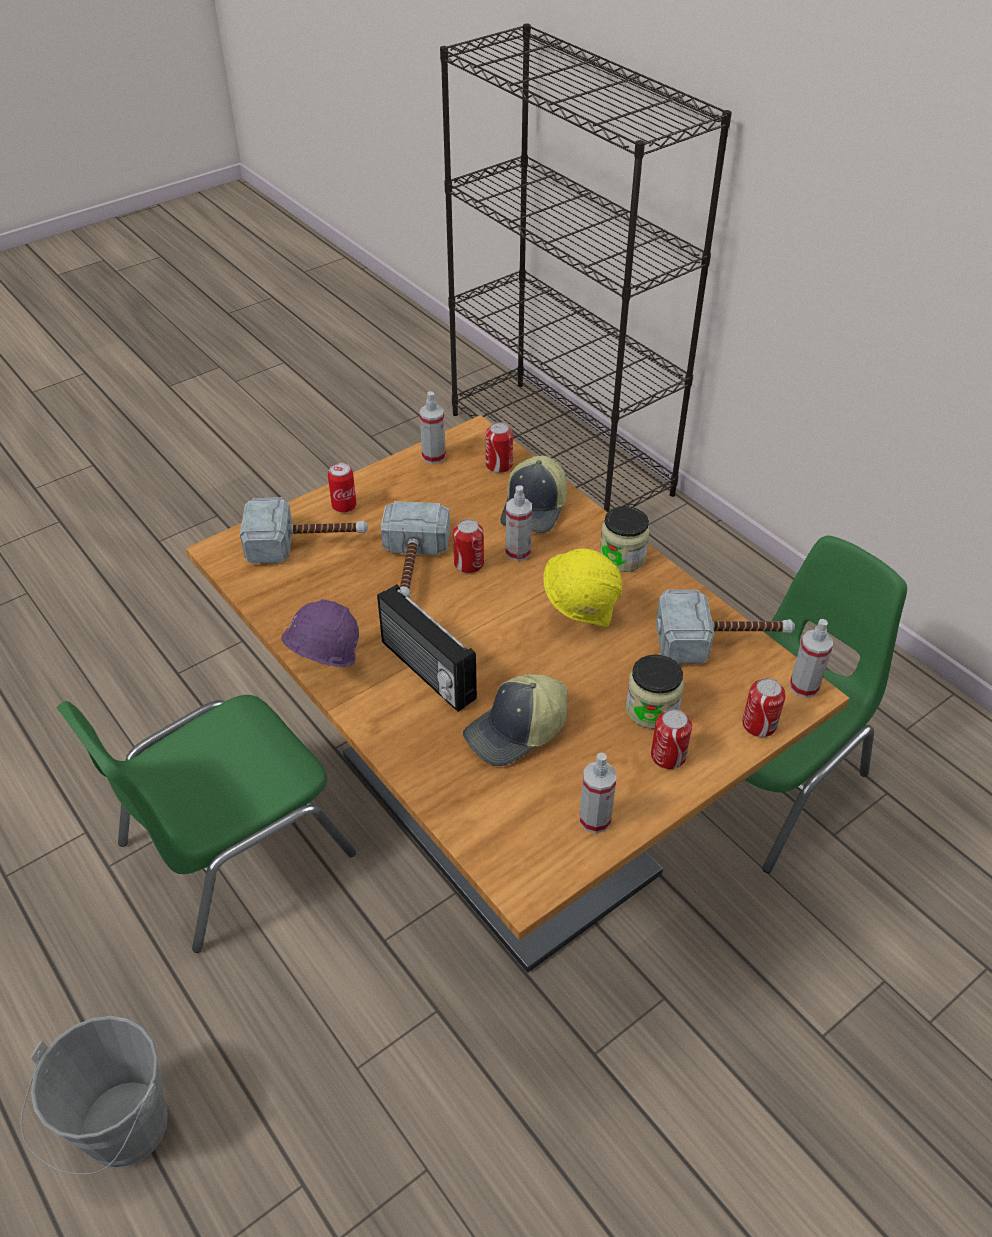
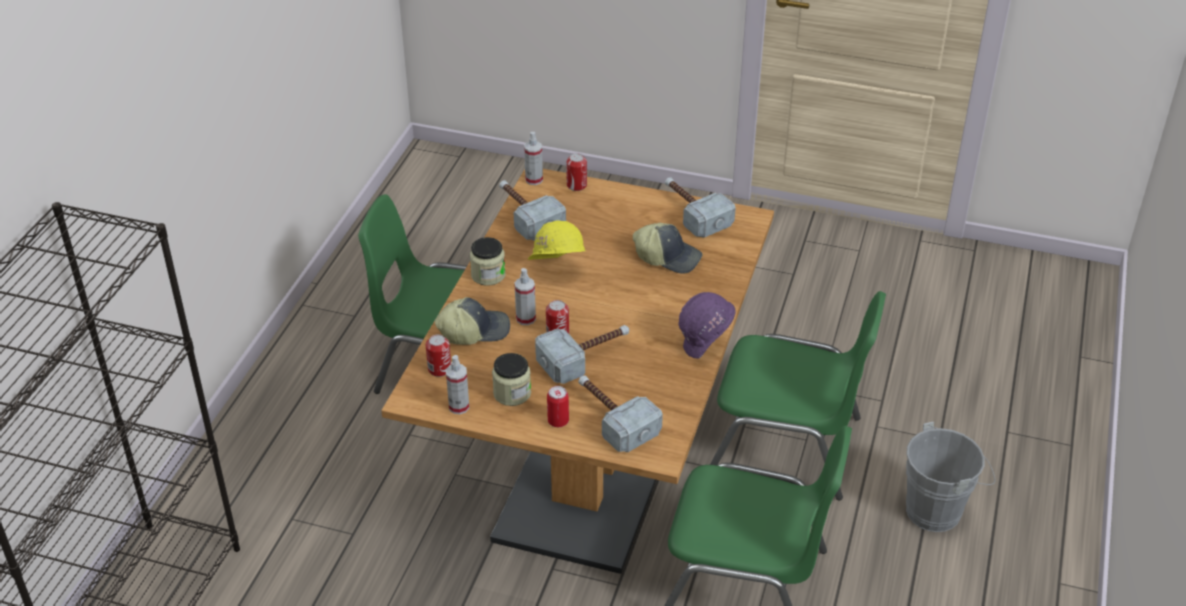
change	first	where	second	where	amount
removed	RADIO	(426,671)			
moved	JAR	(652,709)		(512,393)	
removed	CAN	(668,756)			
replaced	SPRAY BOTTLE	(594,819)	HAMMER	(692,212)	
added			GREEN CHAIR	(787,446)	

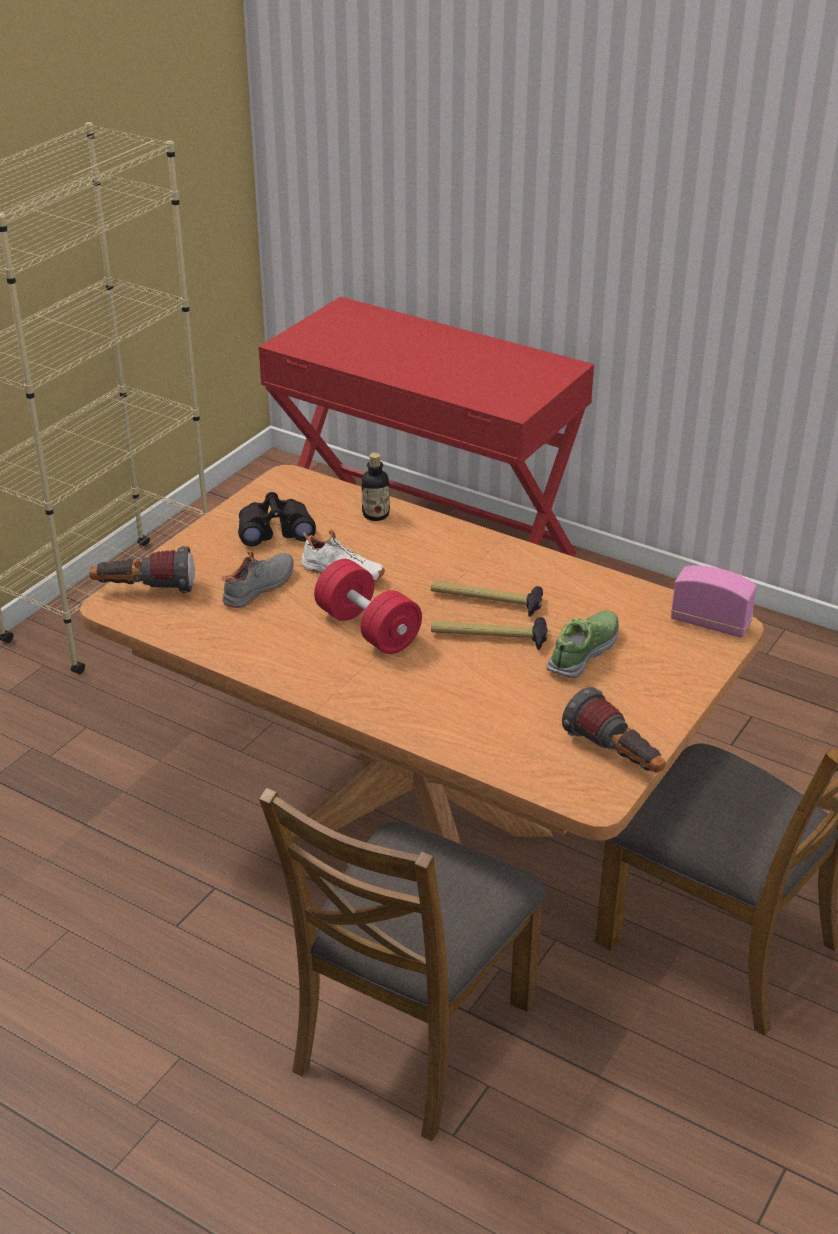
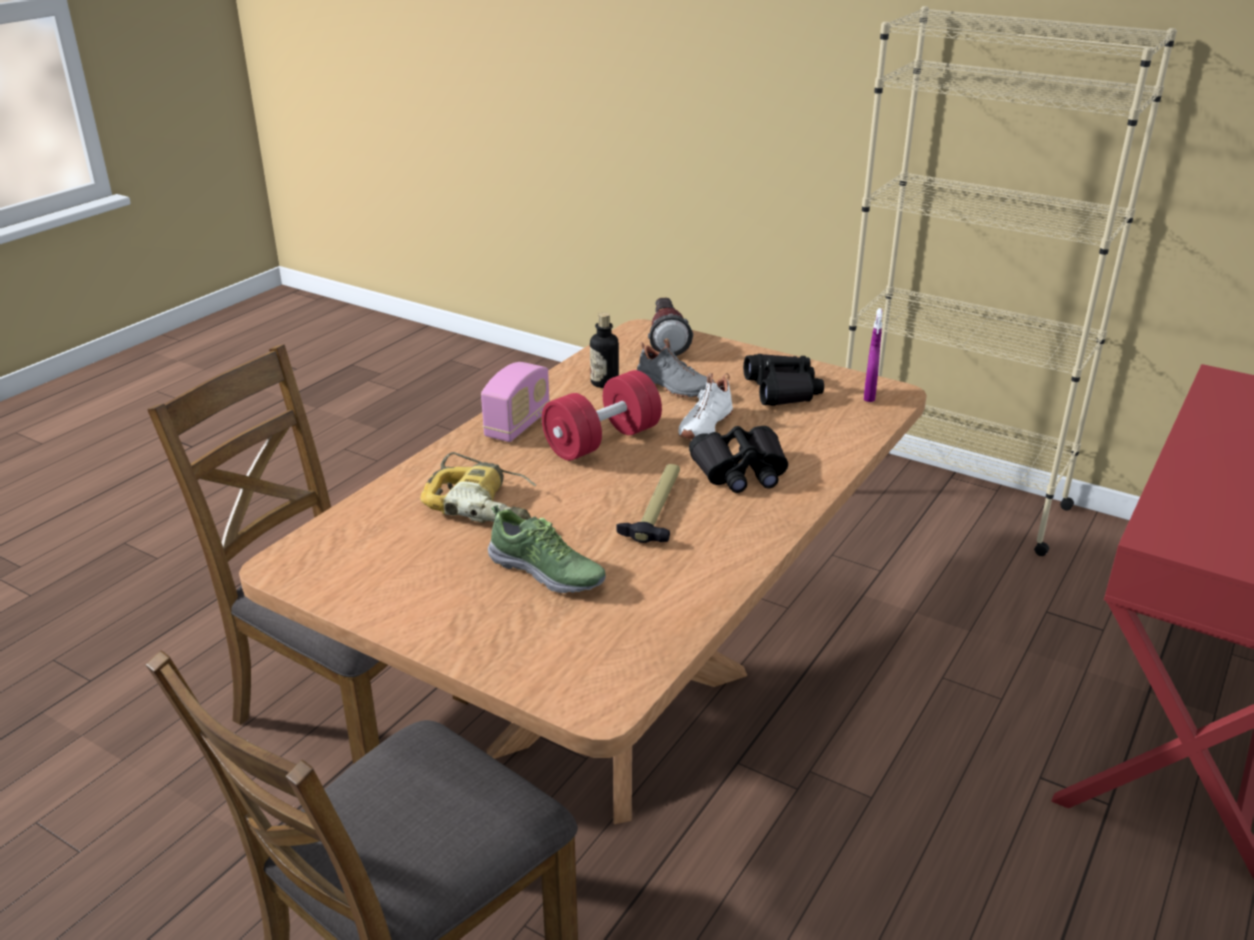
change	first	where	second	where	amount
moved	BOTTLE	(376,515)		(604,382)	
moved	RADIO	(710,623)		(517,425)	
removed	HAMMER	(489,637)			
removed	FLASHLIGHT	(616,757)			
added			PURPLE SPRAY BOTTLE	(869,396)	
added			BLACK BINOCULARS	(740,471)	
added			POWER DRILL	(484,503)	

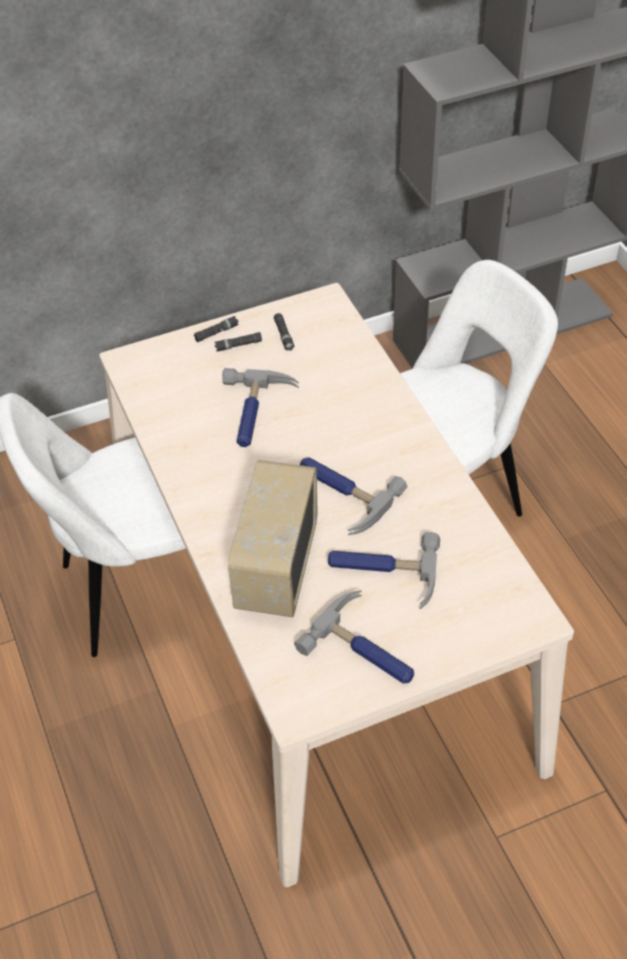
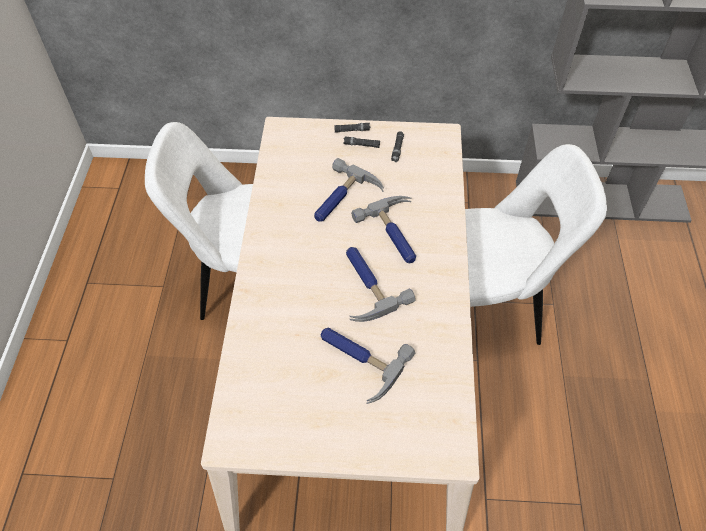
change	first	where	second	where	amount
removed	RADIO	(275,567)			
moved	HAMMER	(366,649)		(396,234)	

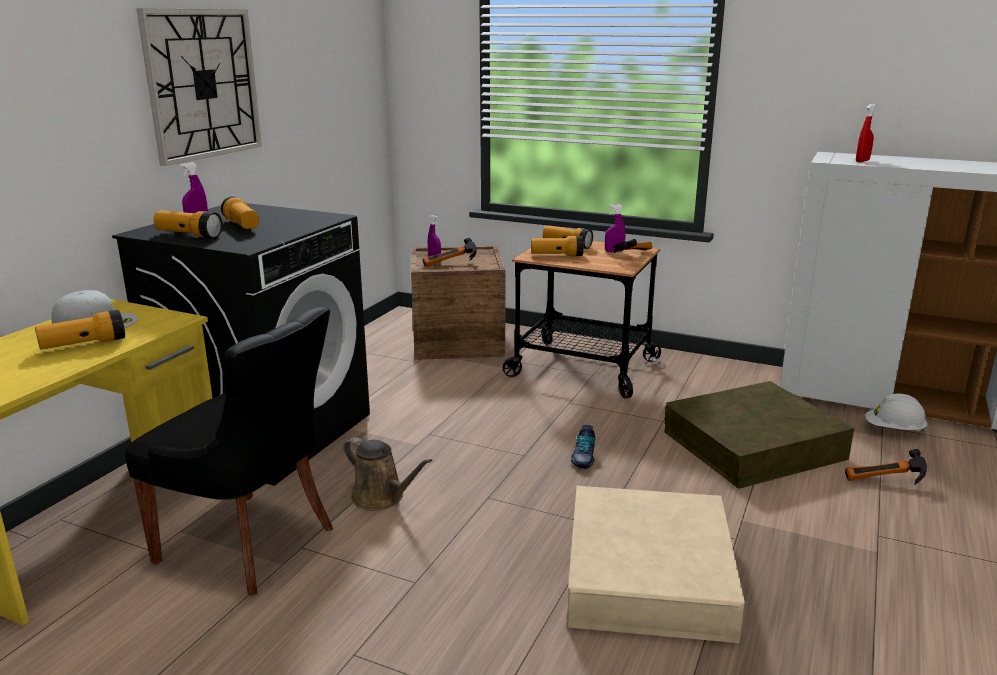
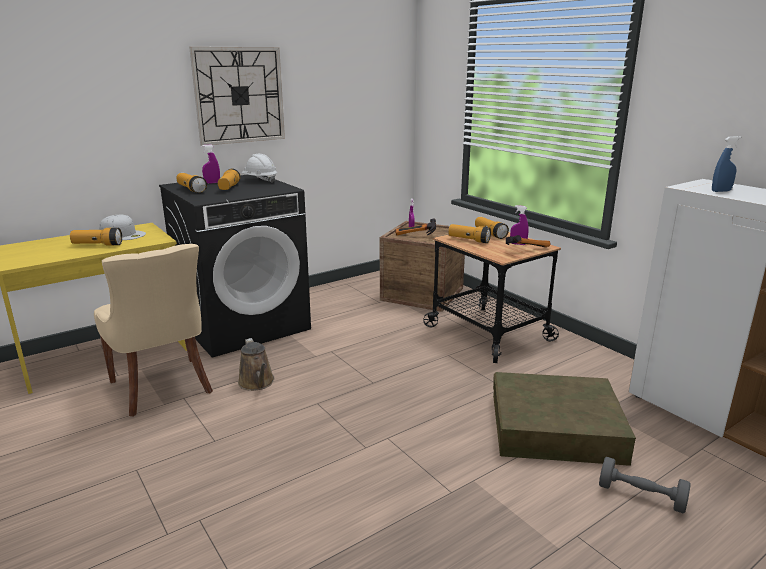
change	first	where	second	where	amount
recoloured	RED SPRAY BOTTLE	(862,161)	BLUE SPRAY BOTTLE	(721,191)	
recoloured	BLACK CHAIR	(251,544)	BEIGE CHAIR	(163,387)	
moved	WHITE HARD HAT	(894,430)		(260,180)	
removed	SHOE	(583,456)			
replaced	HAMMER	(885,483)	GREY DUMBBELL	(641,496)	
removed	BEIGE STORAGE BOX	(648,575)			

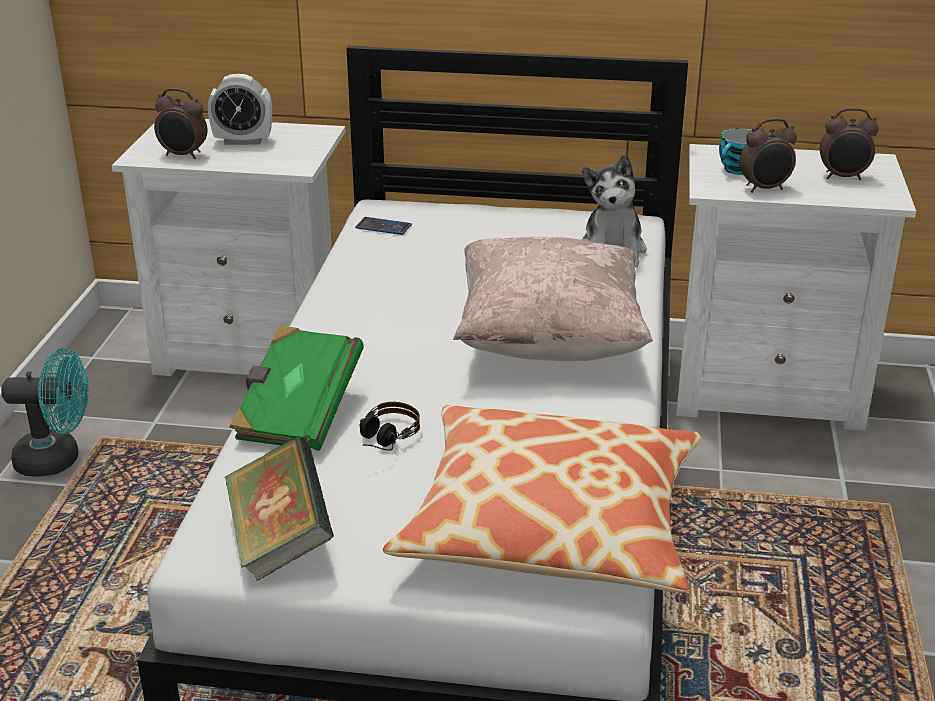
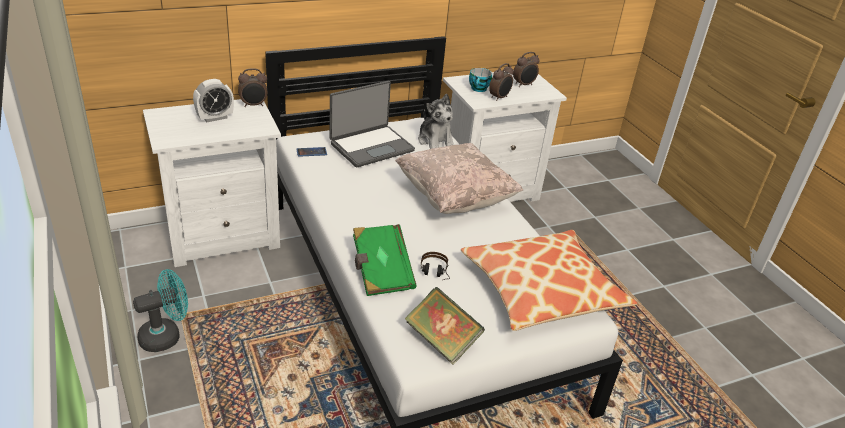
change	first	where	second	where	amount
moved	ALARM CLOCK	(183,155)		(253,105)	
added			LAPTOP	(371,146)	

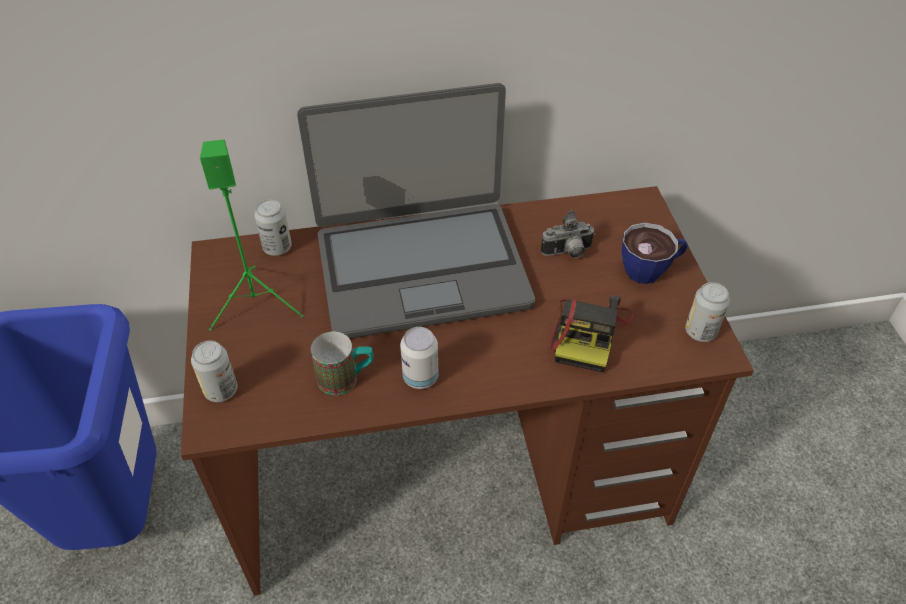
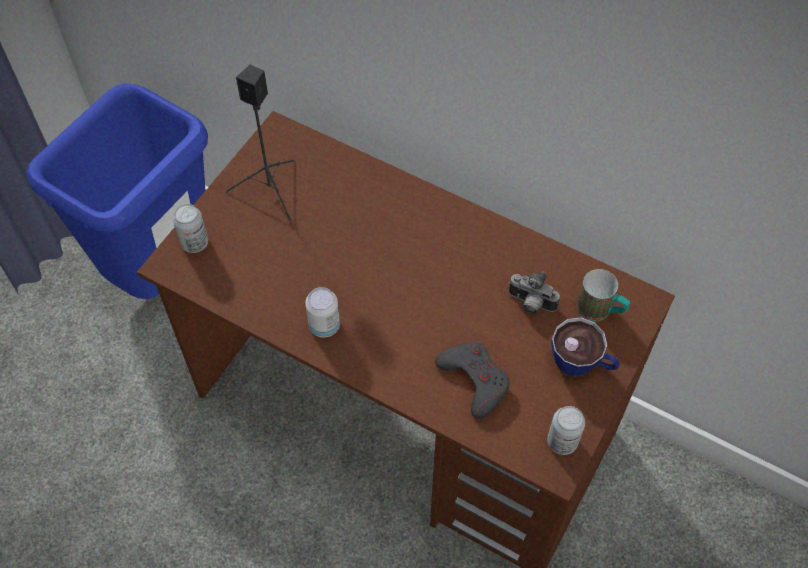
change	first	where	second	where	amount
removed	LAPTOP	(421,268)			
recoloured	GREEN SPEAKER	(257,303)	BLACK SPEAKER	(271,192)	
removed	CAN	(277,247)			
replaced	PHOTO CAMERA	(588,334)	GREY GAME CONTROLLER	(474,380)	
moved	MUG	(346,379)		(600,311)	

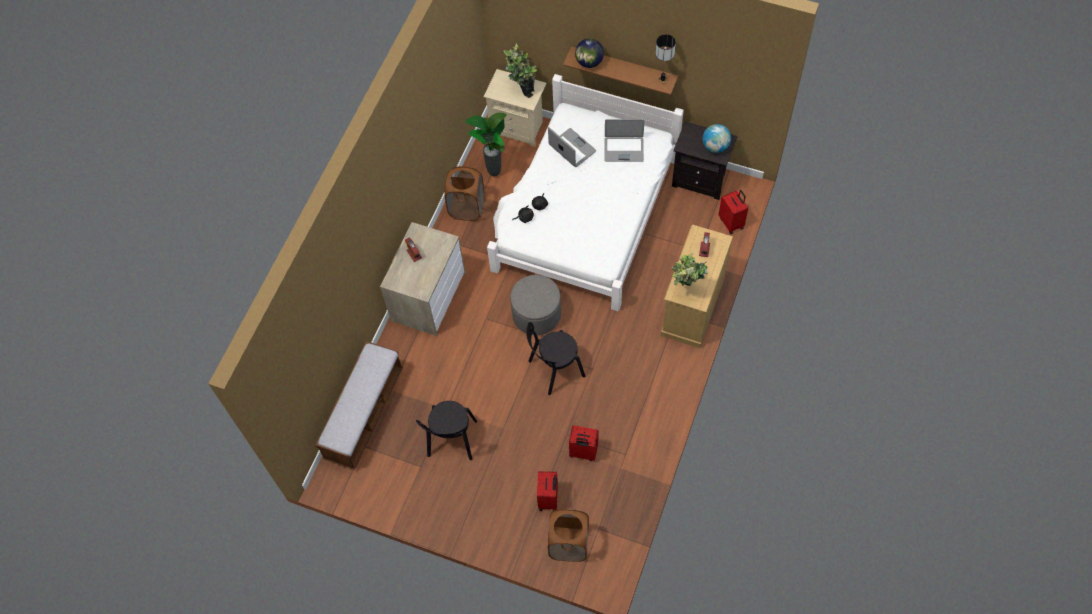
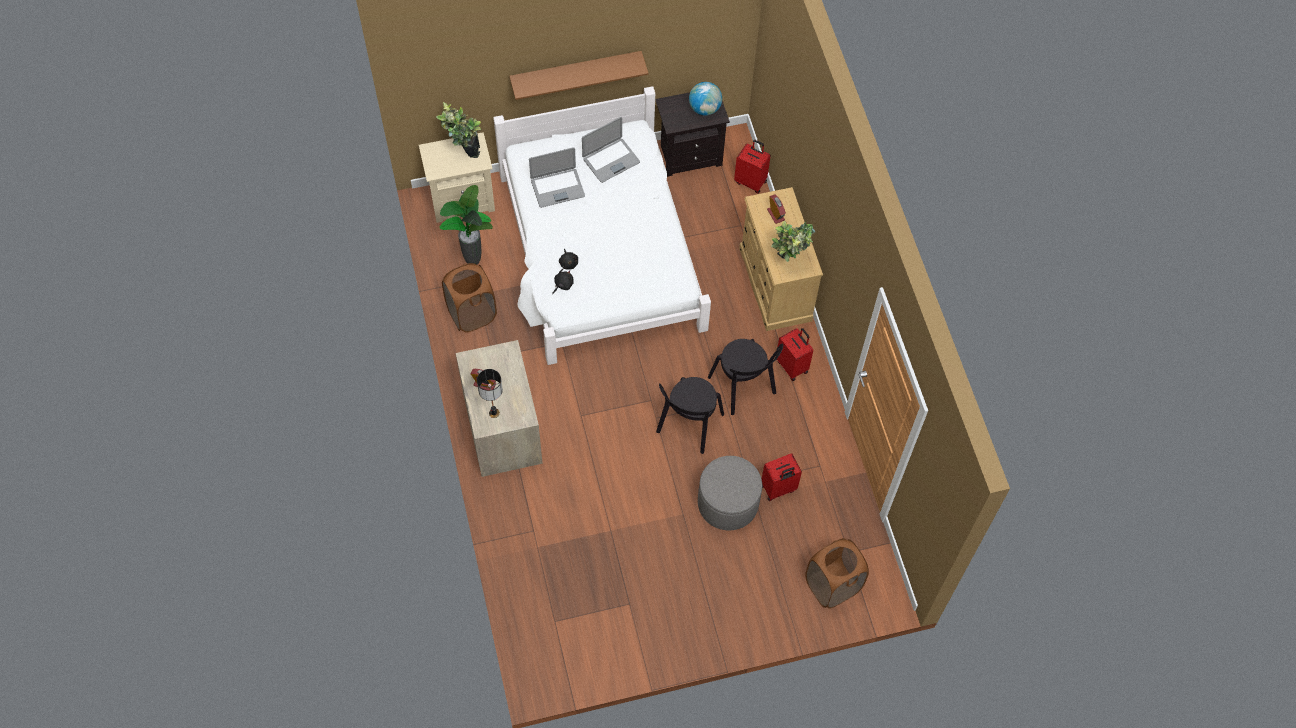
change	first	where	second	where	amount
moved	TABLE LAMP	(662,79)		(494,413)	
removed	GLOBE	(589,62)			
turned	LAPTOP	(572,148)		(557,188)	150 degrees clockwise
moved	GREY OTTOMAN	(536,314)		(728,503)	
removed	BENCH	(364,414)			
moved	BLACK CHAIR	(452,441)		(743,387)	
moved	RED SUITCASE	(549,498)		(792,366)	

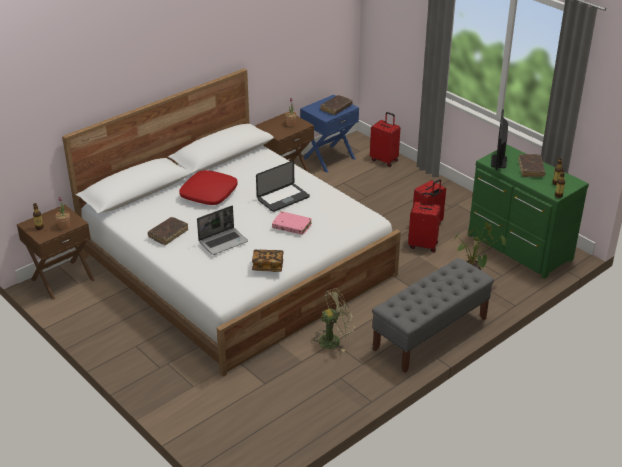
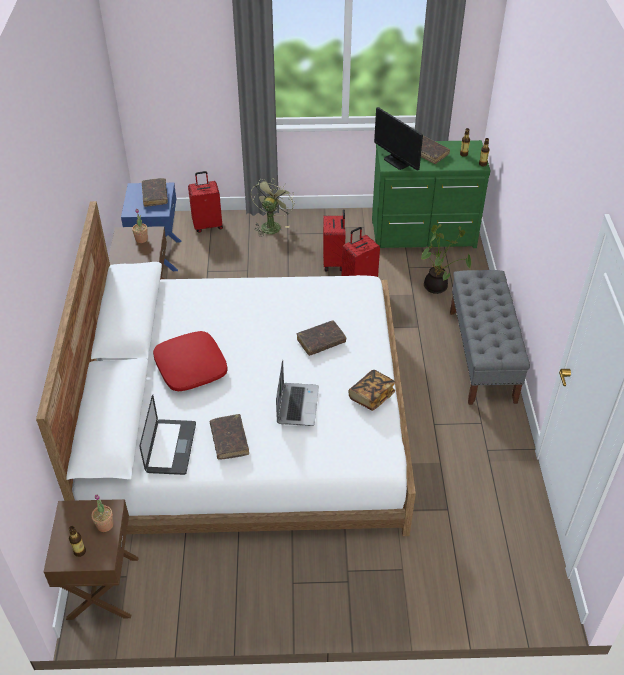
change	first	where	second	where	amount
moved	LAPTOP	(283,198)		(171,447)	
recoloured	PINK BOOK	(292,226)	BROWN BOOK	(321,341)	
moved	GREEN FAN	(333,340)		(271,225)	

